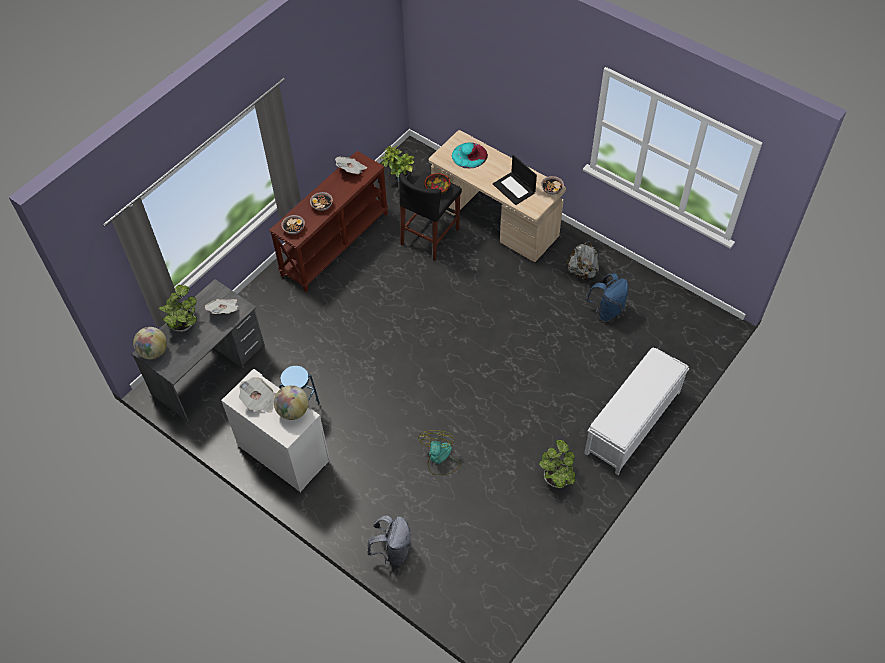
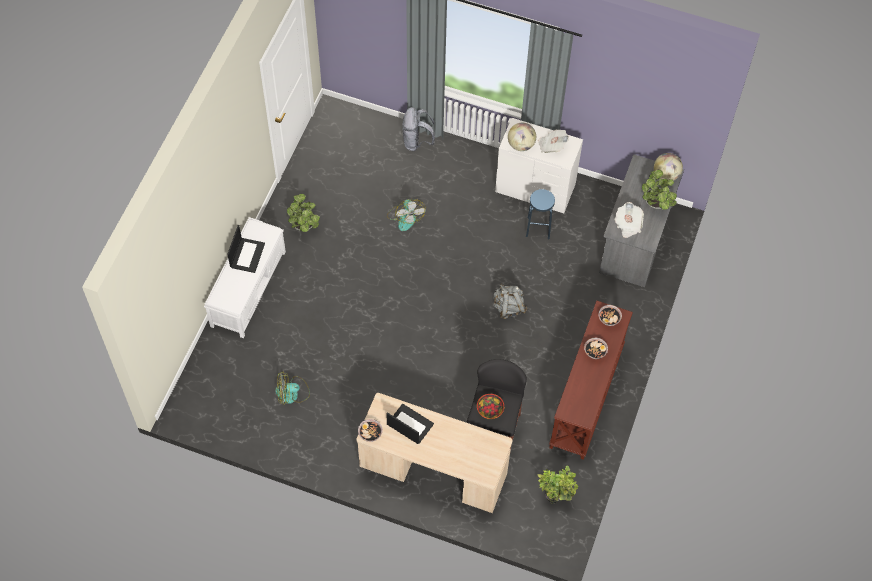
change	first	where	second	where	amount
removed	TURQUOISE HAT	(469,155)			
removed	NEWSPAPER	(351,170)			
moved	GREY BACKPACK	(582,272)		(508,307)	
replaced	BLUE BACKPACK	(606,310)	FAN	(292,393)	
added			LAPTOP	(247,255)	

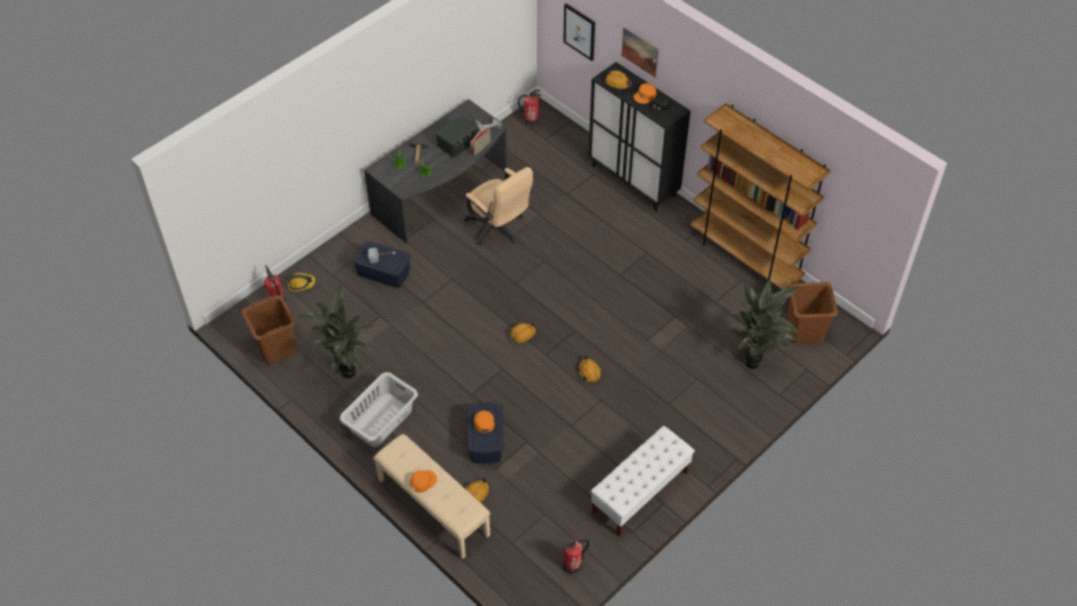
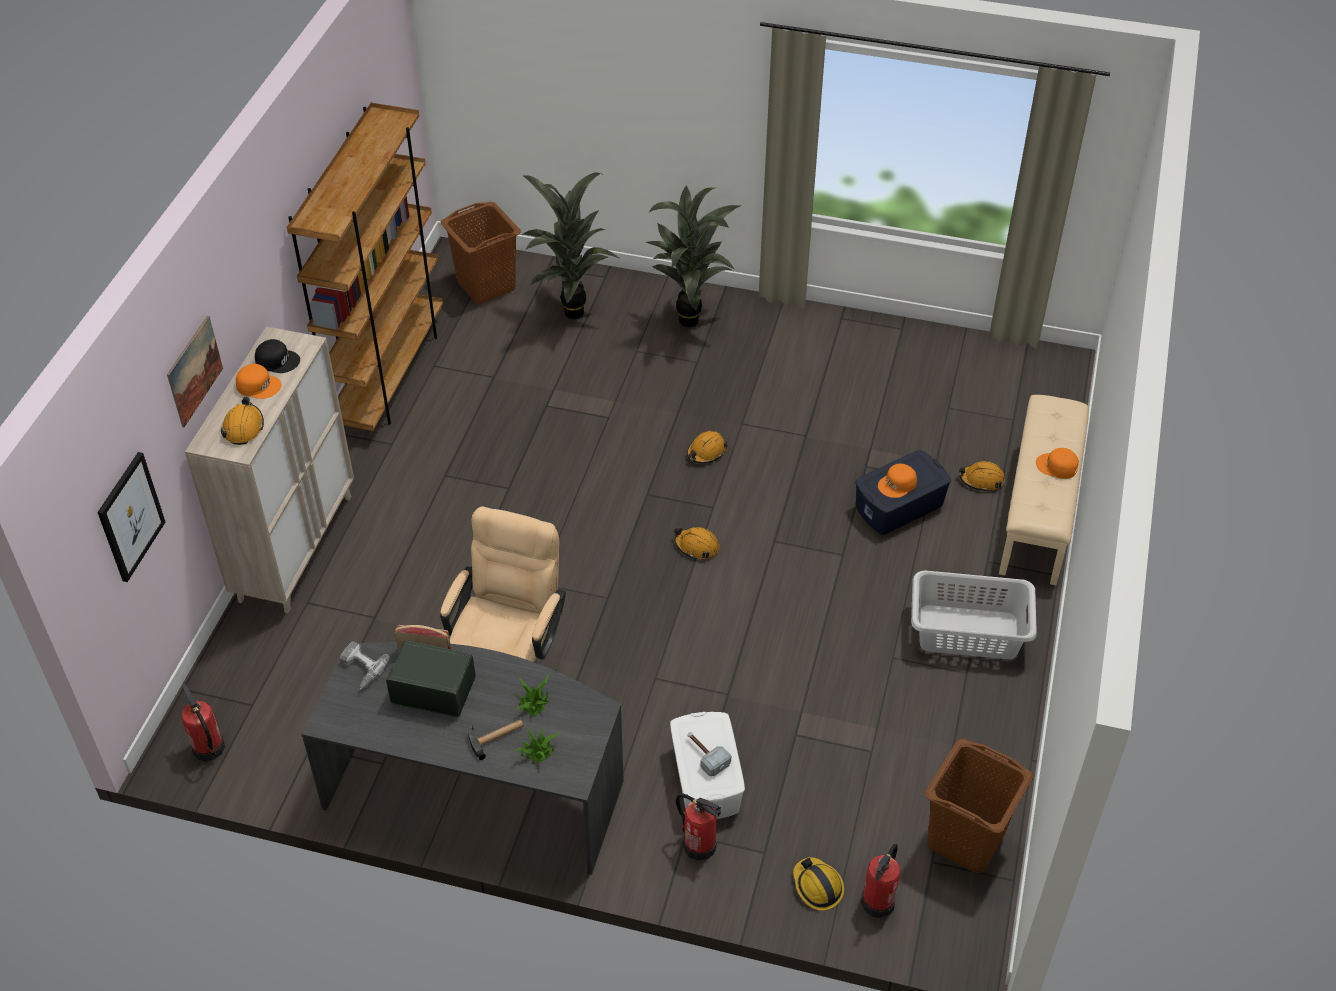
change	first	where	second	where	amount
recoloured	BLACK CABINET	(633,181)	BEIGE CABINET	(296,547)	
recoloured	BLUE STORAGE BOX	(383,272)	WHITE STORAGE BOX	(706,779)	
moved	POTTED PLANT	(345,373)		(692,323)	
removed	WHITE BENCH	(640,493)			
moved	FIRE EXTINGUISHER	(572,564)		(699,845)	

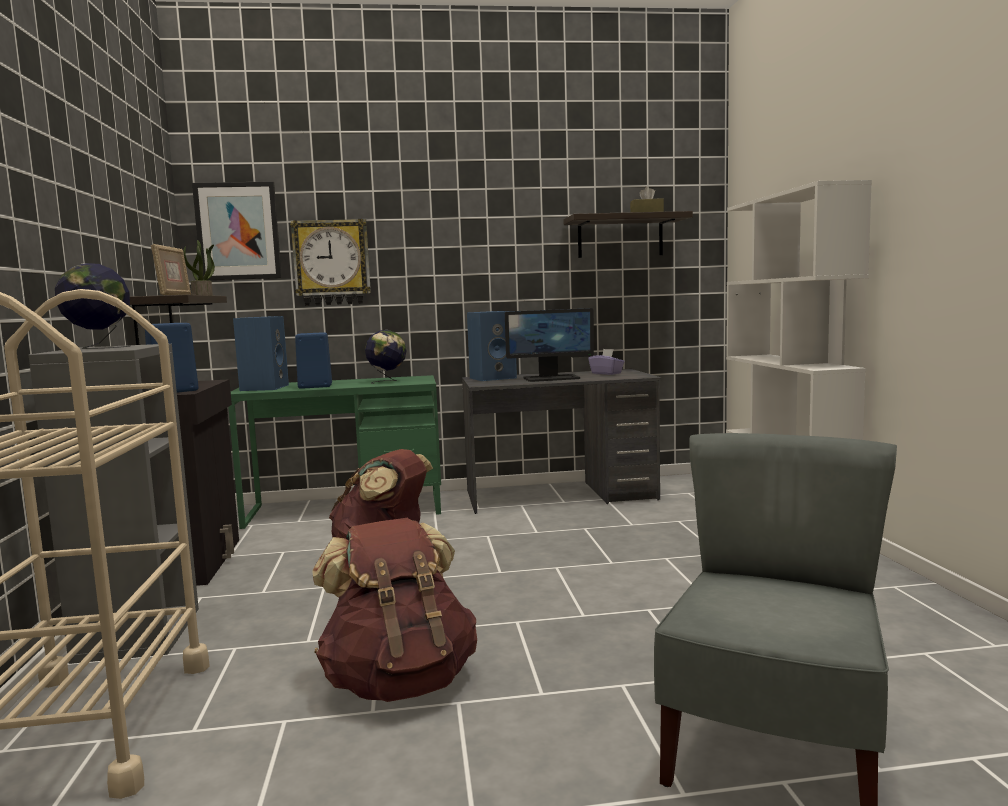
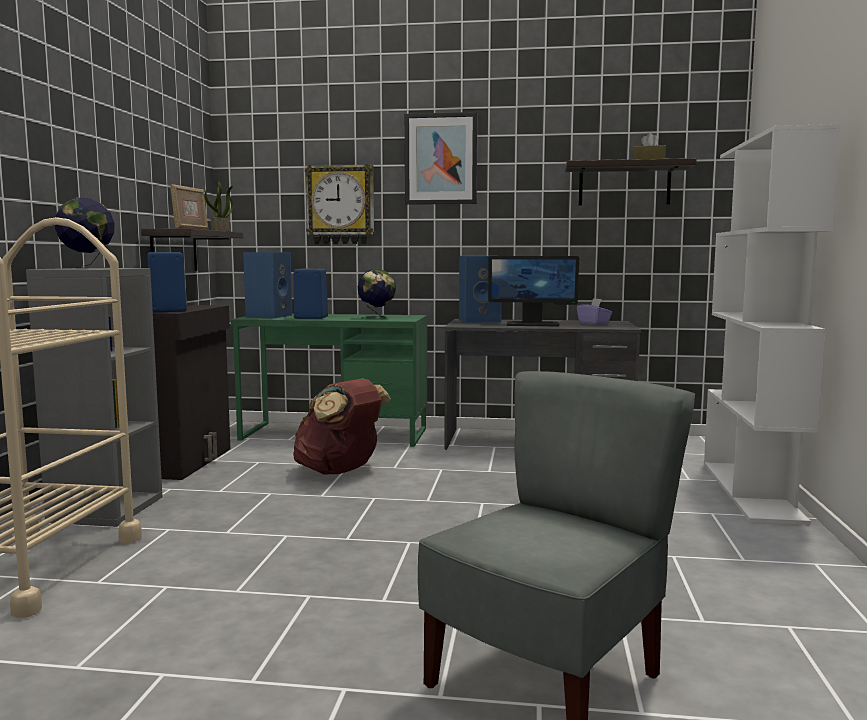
change	first	where	second	where	amount
moved	PICTURE	(238,231)		(441,159)	
removed	BROWN BACKPACK	(400,681)			

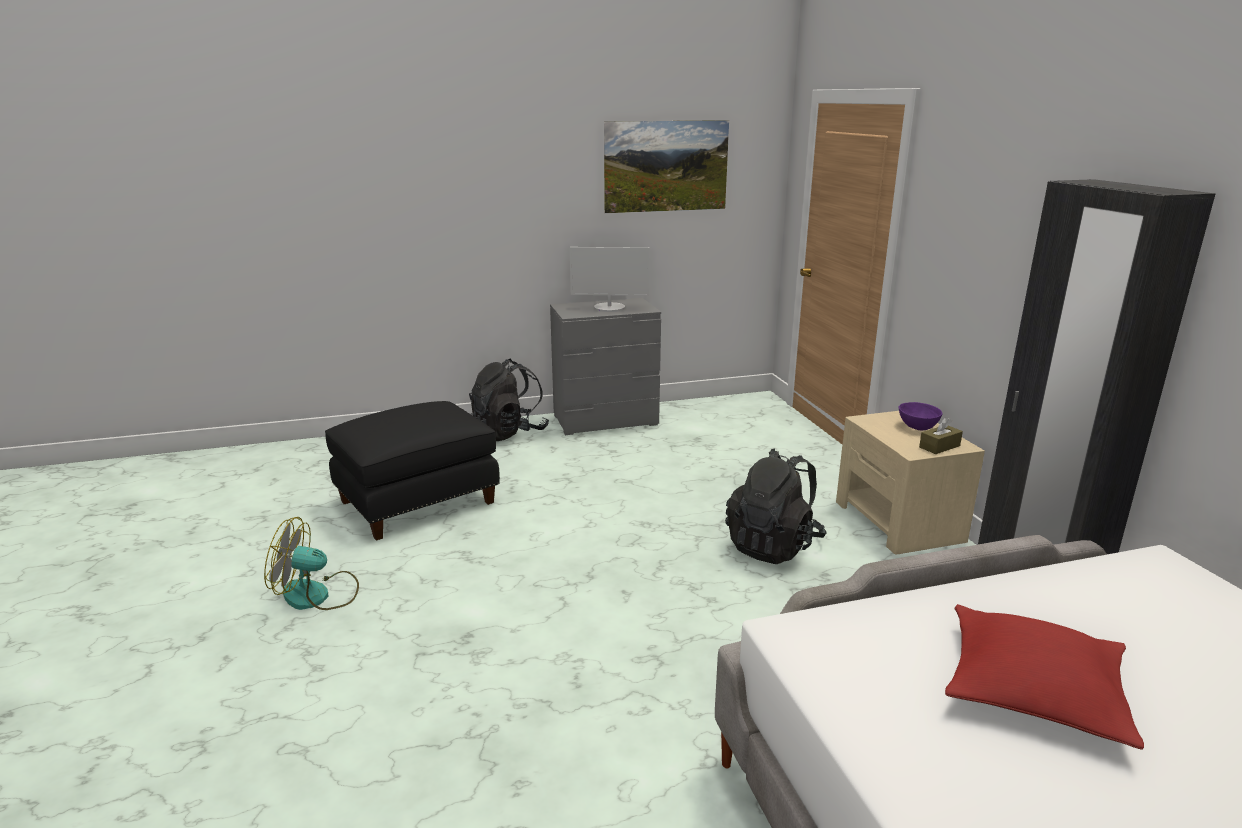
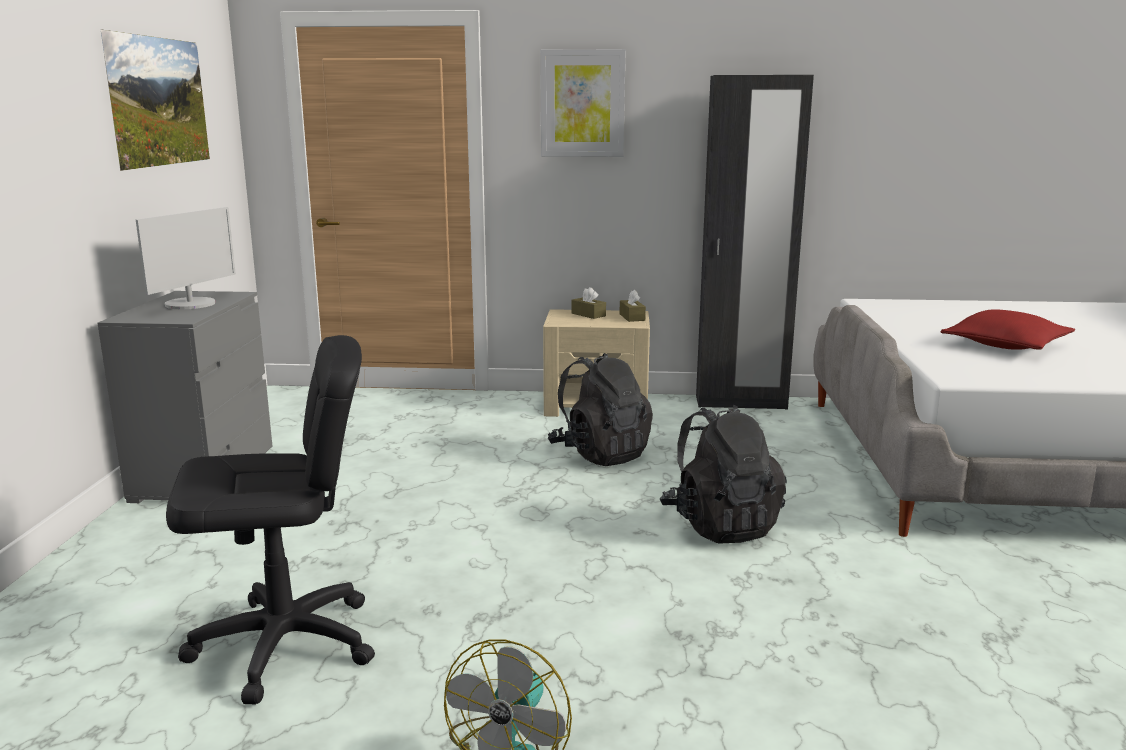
change	first	where	second	where	amount
moved	BLACK BACKPACK	(509,433)		(720,525)	
replaced	BLACK OTTOMAN	(417,503)	BLACK OFFICE CHAIR	(285,644)	
replaced	PURPLE BOWL	(917,427)	BROWN TISSUE BOX	(588,314)	
added			PICTURE	(582,104)	

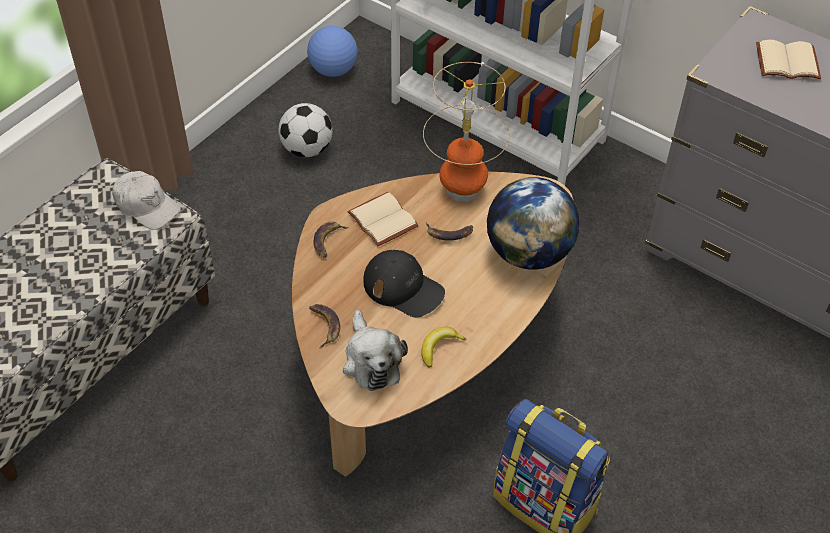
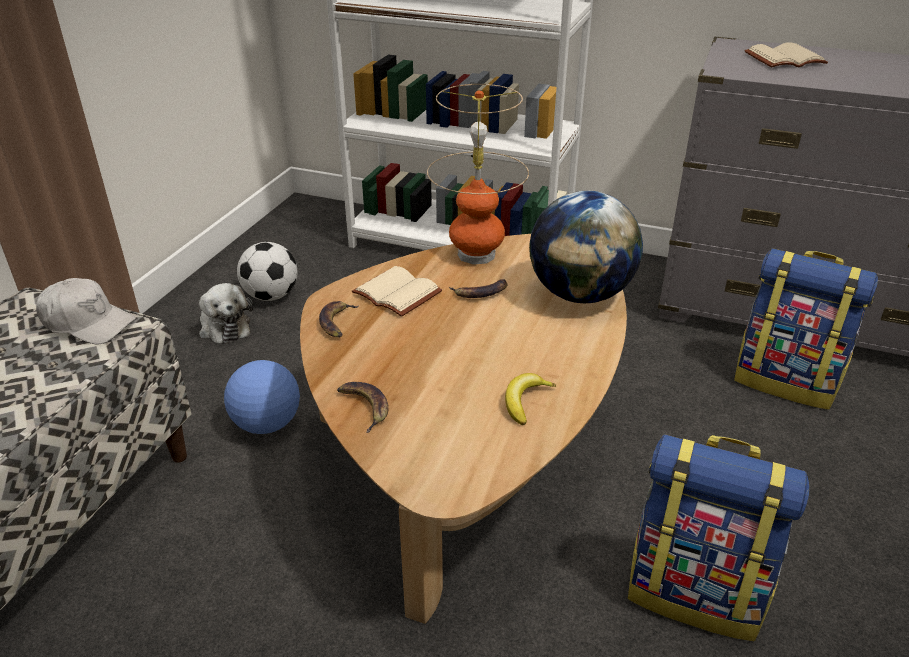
change	first	where	second	where	amount
moved	FOOTBALL	(333,70)		(267,424)	
removed	BLACK CAP	(403,288)			
moved	PLUSH TOY	(371,360)		(224,326)	
added			BACKPACK	(786,380)	

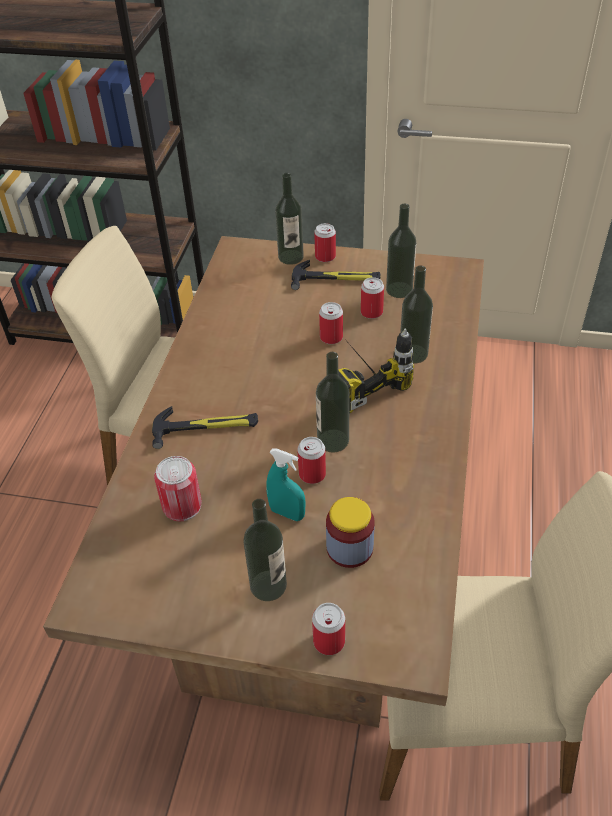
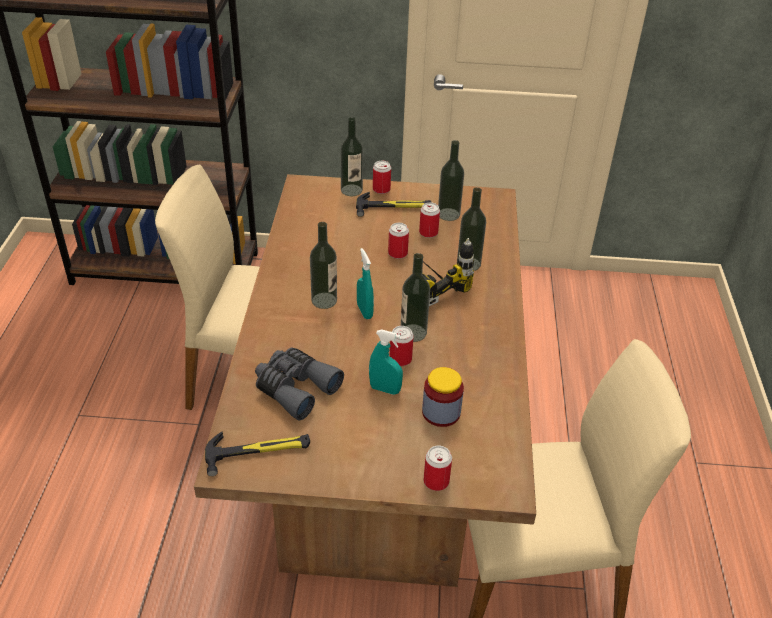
change	first	where	second	where	amount
moved	HAMMER	(206,427)		(258,450)	
replaced	CAN	(182,505)	GREY BINOCULARS	(295,388)	
moved	BOTTLE	(268,585)		(324,300)	
added			TURQUOISE SPRAY BOTTLE	(364,311)	

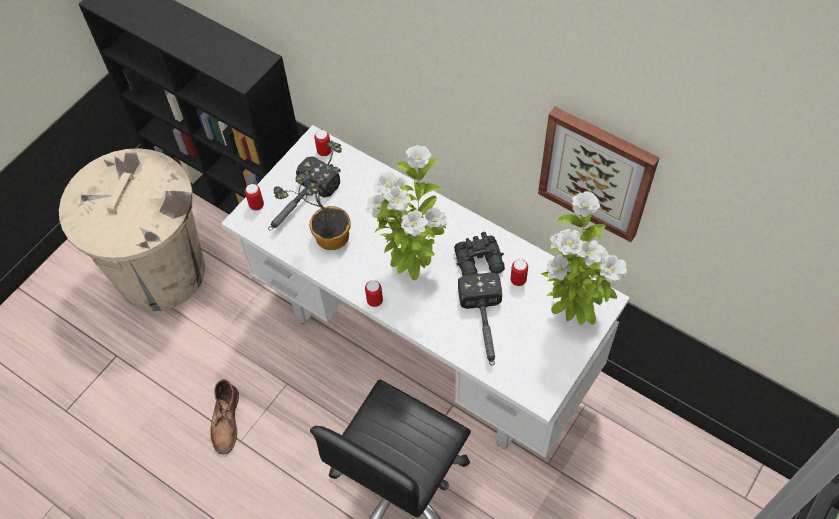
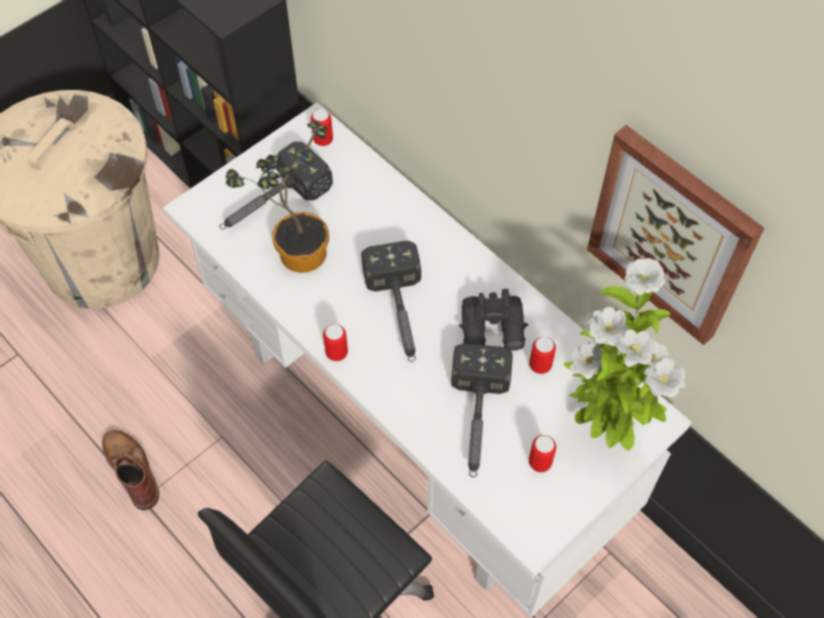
change	first	where	second	where	amount
replaced	POTTED PLANT	(412,264)	HAMMER	(400,314)	
moved	CAN	(256,205)		(540,462)	
turned	BROWN BOOT	(226,421)		(131,469)	135 degrees clockwise

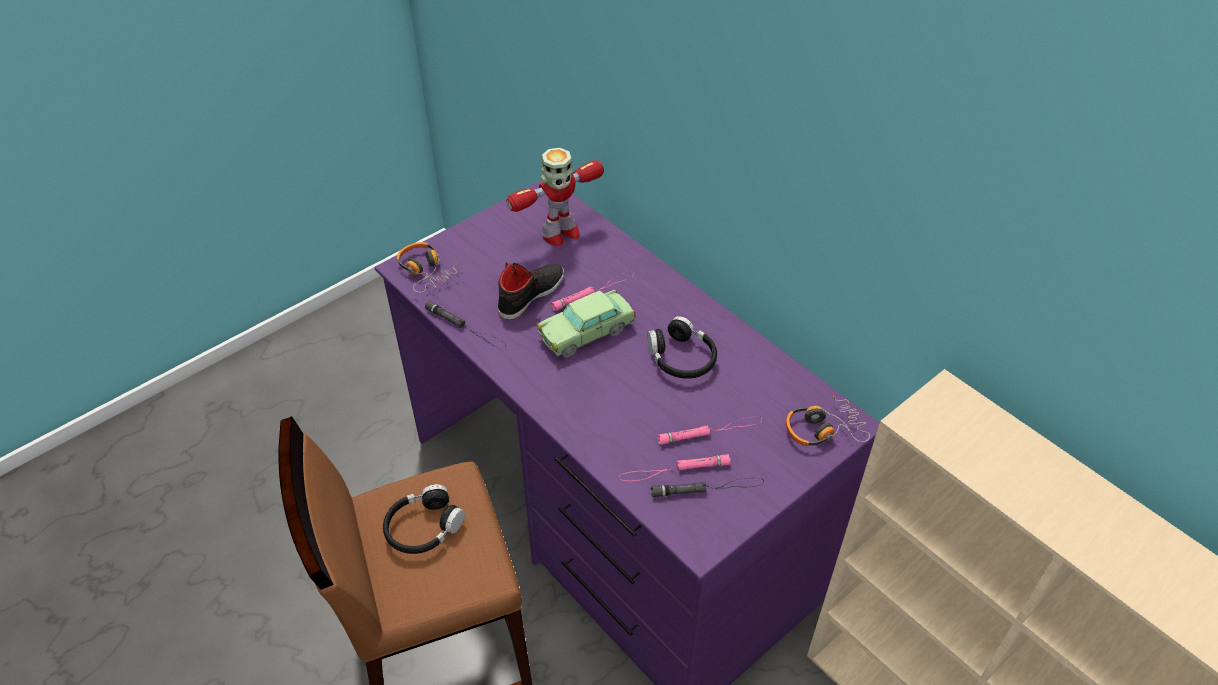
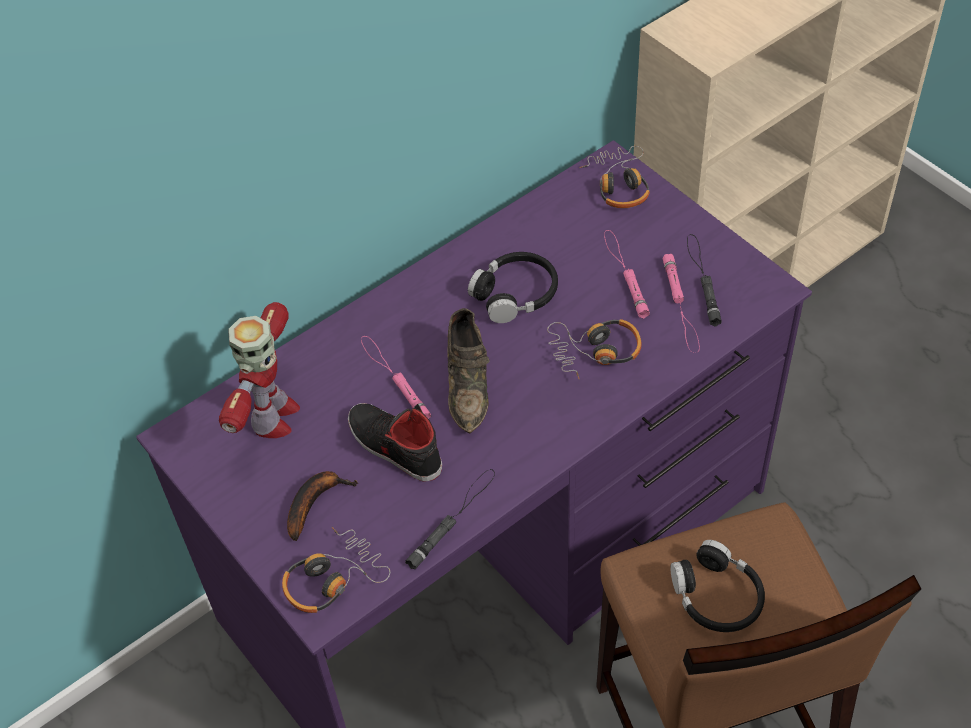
change	first	where	second	where	amount
turned	TOY ROBOT	(560,234)		(273,418)	45 degrees clockwise
replaced	TOY CAR	(586,332)	BROWN SHOE	(468,385)	
added			HEADPHONES	(595,352)	
added			BANANA	(315,502)	

